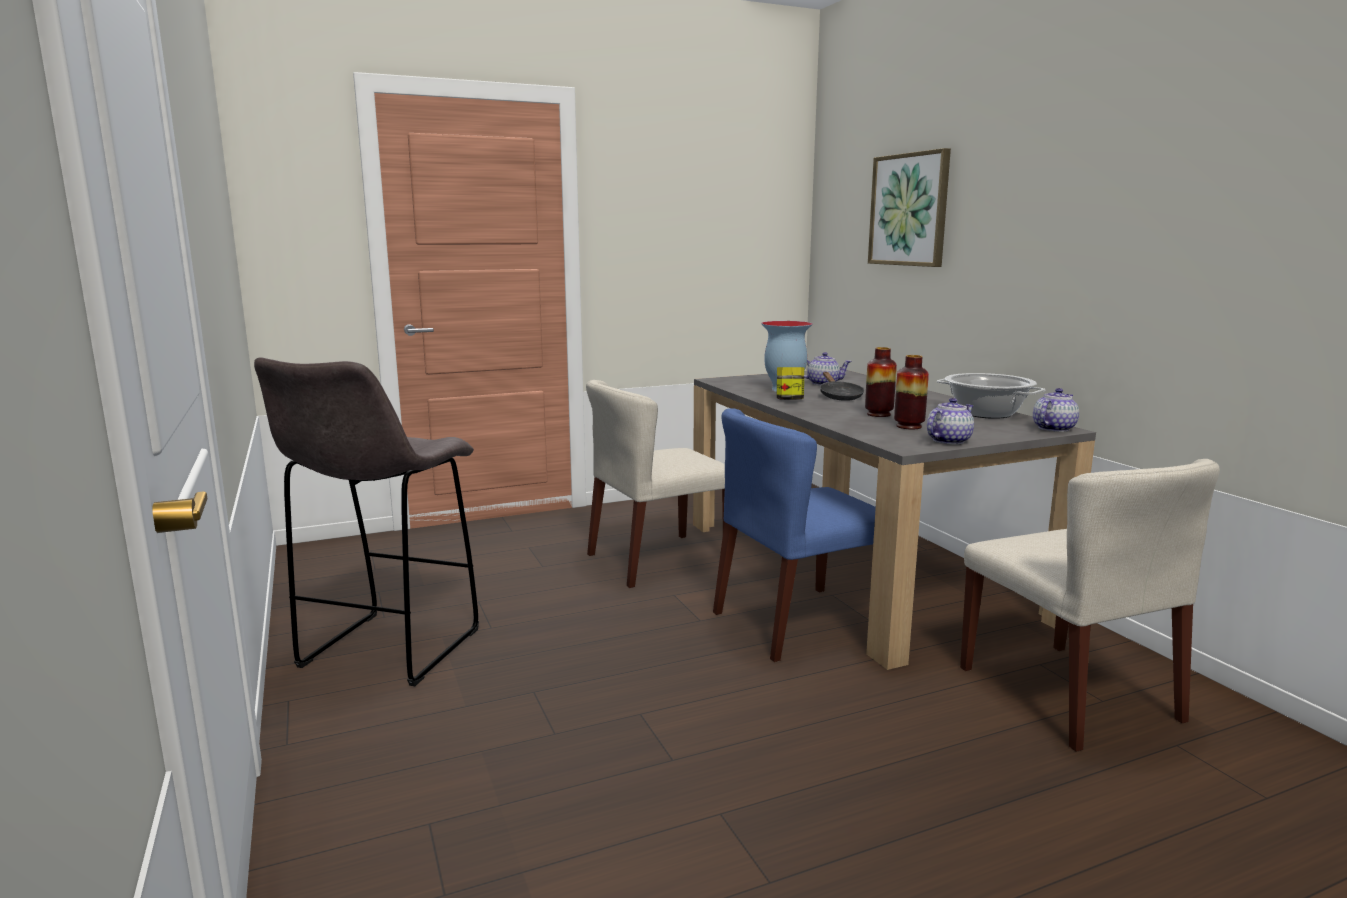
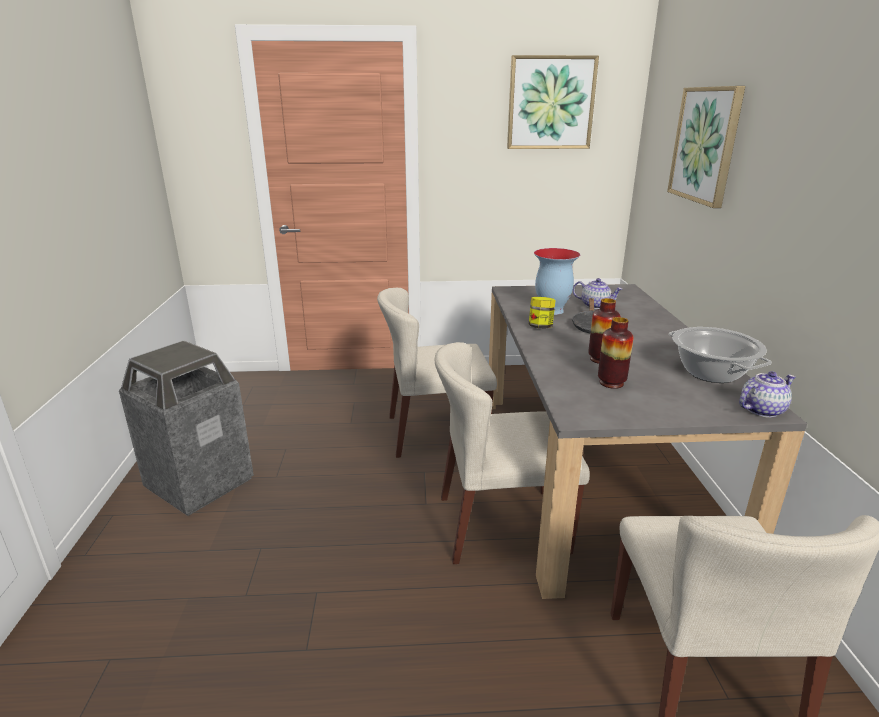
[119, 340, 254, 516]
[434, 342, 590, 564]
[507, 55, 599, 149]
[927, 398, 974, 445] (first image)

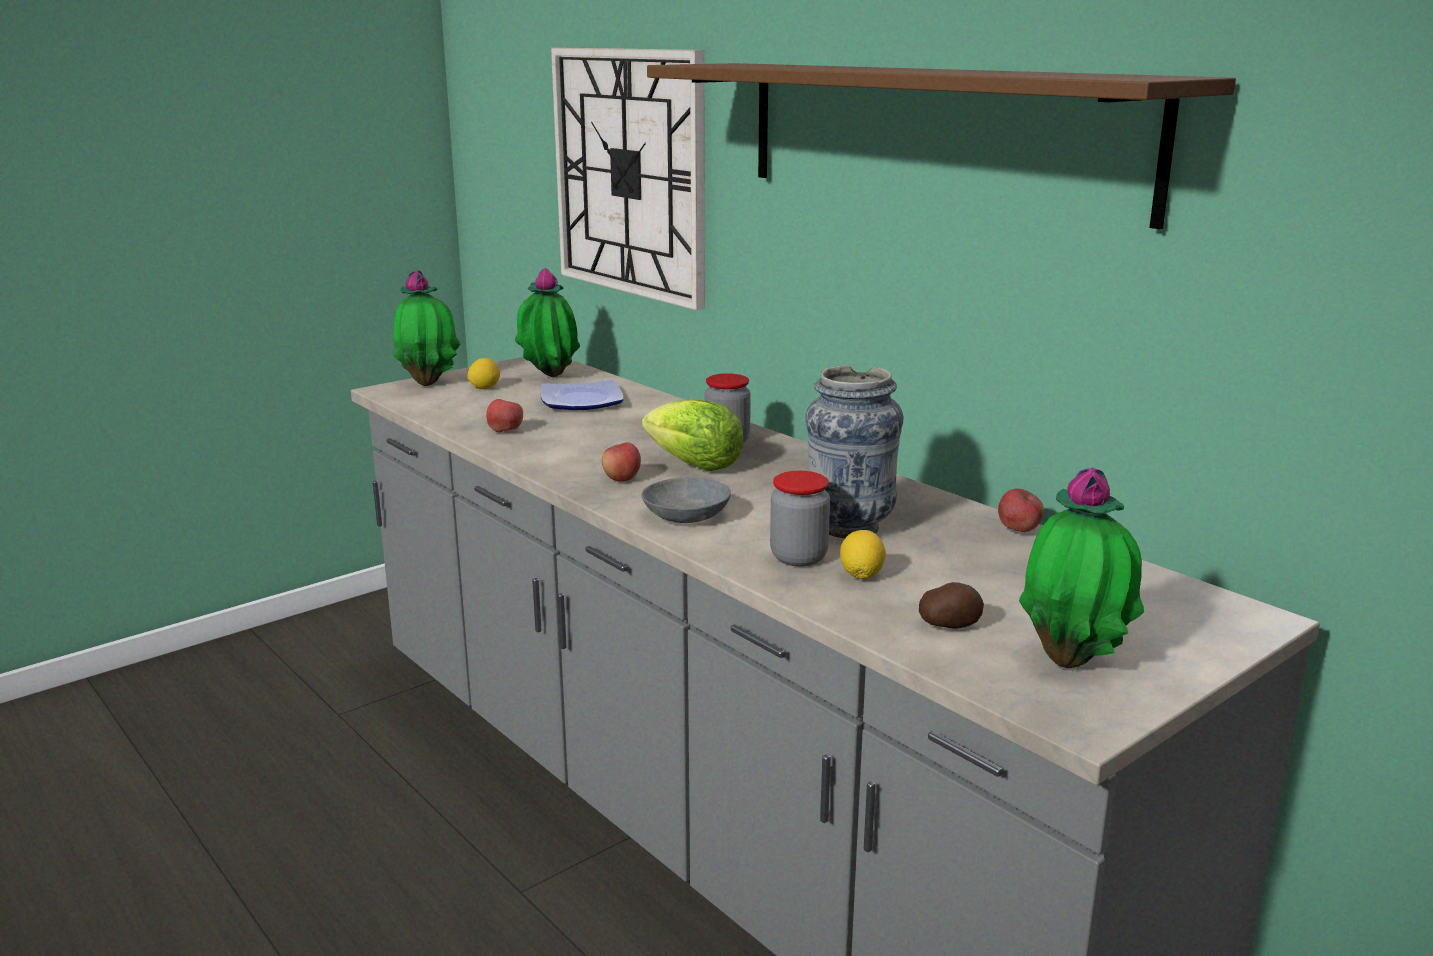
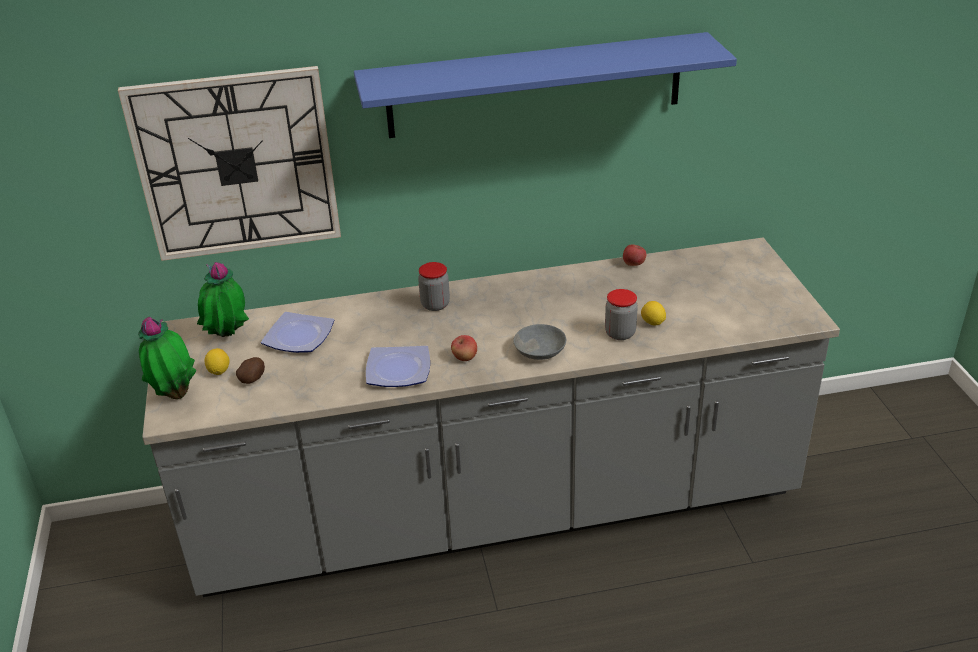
[236, 357, 265, 384]
[354, 32, 737, 138]
[366, 346, 430, 387]
[486, 399, 523, 432] (first image)
[642, 399, 744, 471] (first image)
[805, 365, 904, 539] (first image)
[1019, 467, 1144, 668] (first image)

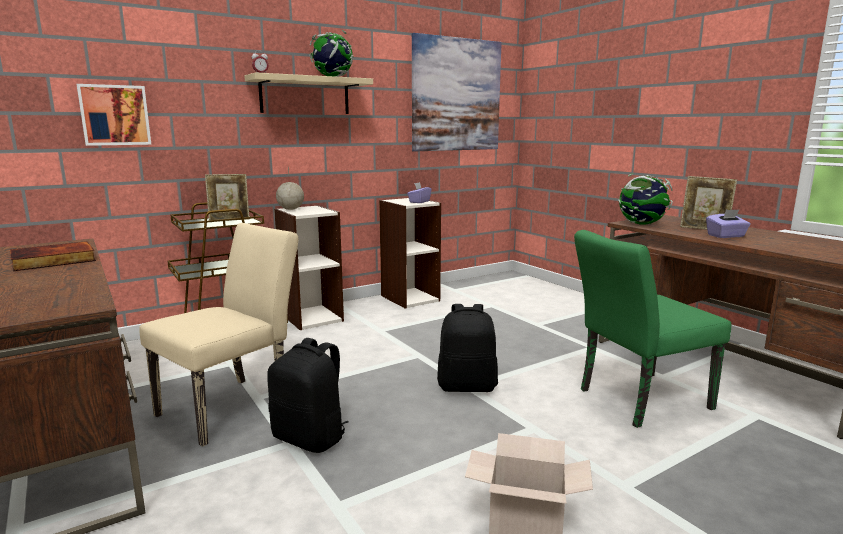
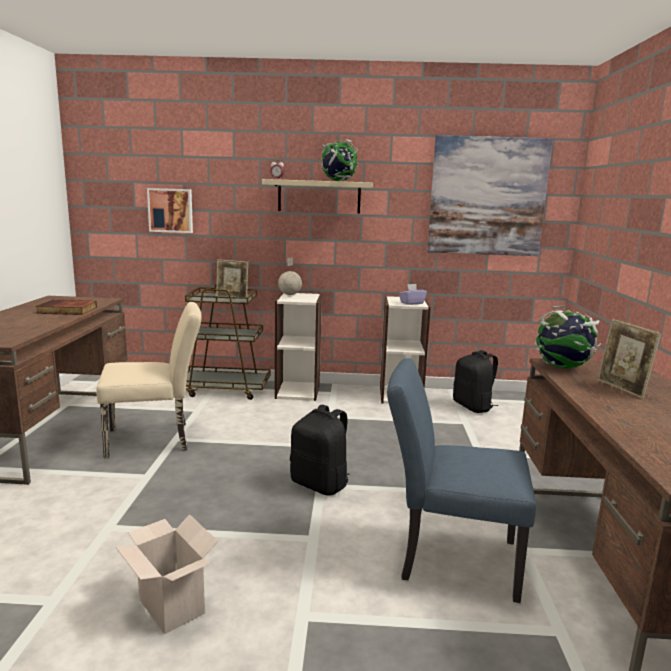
[387, 358, 536, 603]
[453, 350, 498, 413]
[706, 209, 751, 238] (first image)

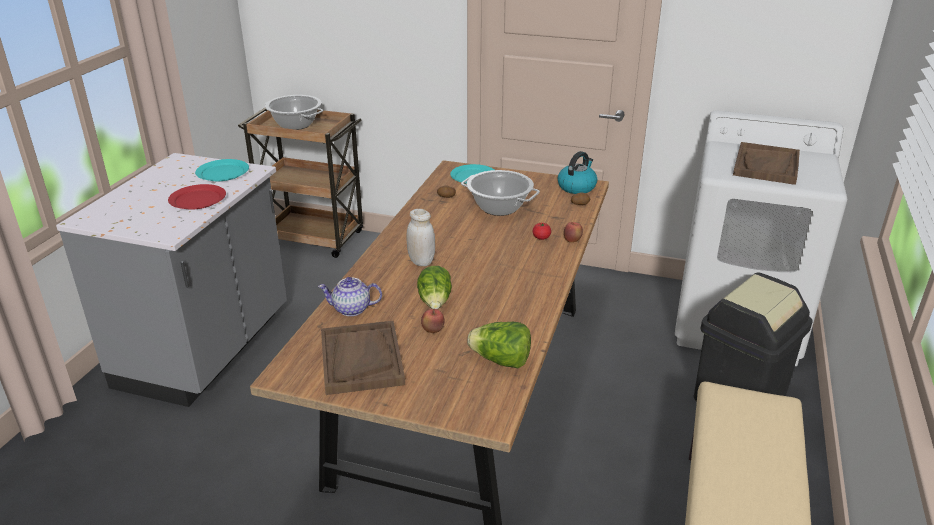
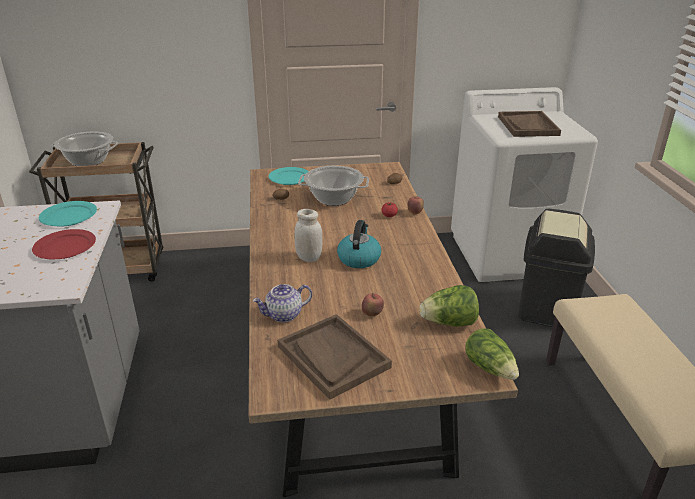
[337, 220, 381, 268]
[465, 328, 519, 380]

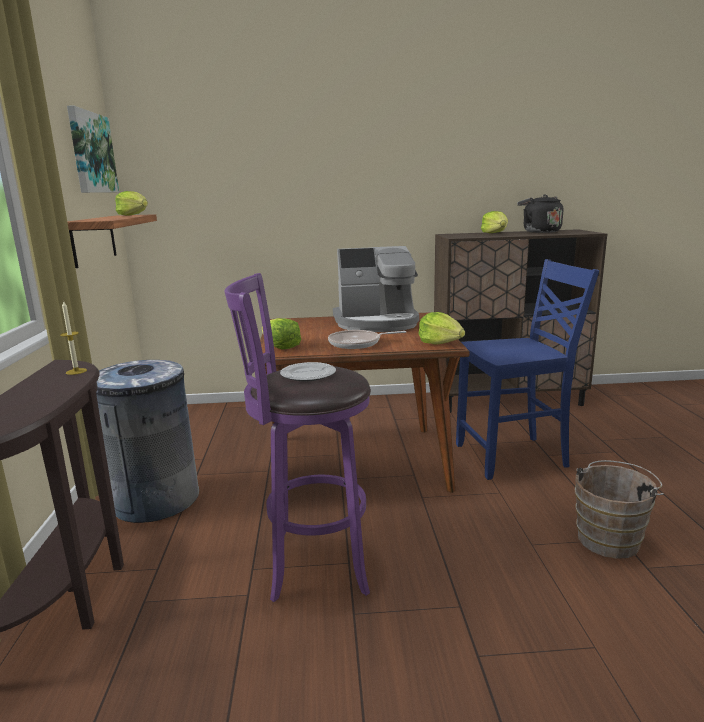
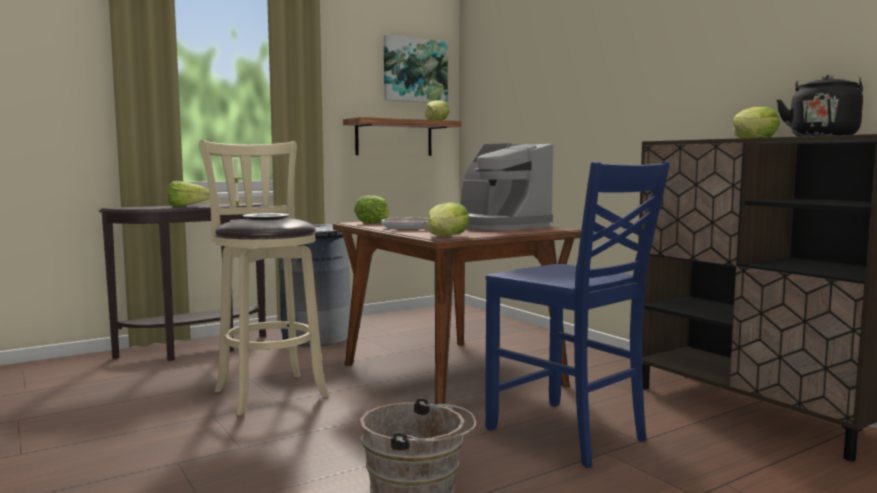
[168, 181, 210, 207]
[199, 140, 329, 416]

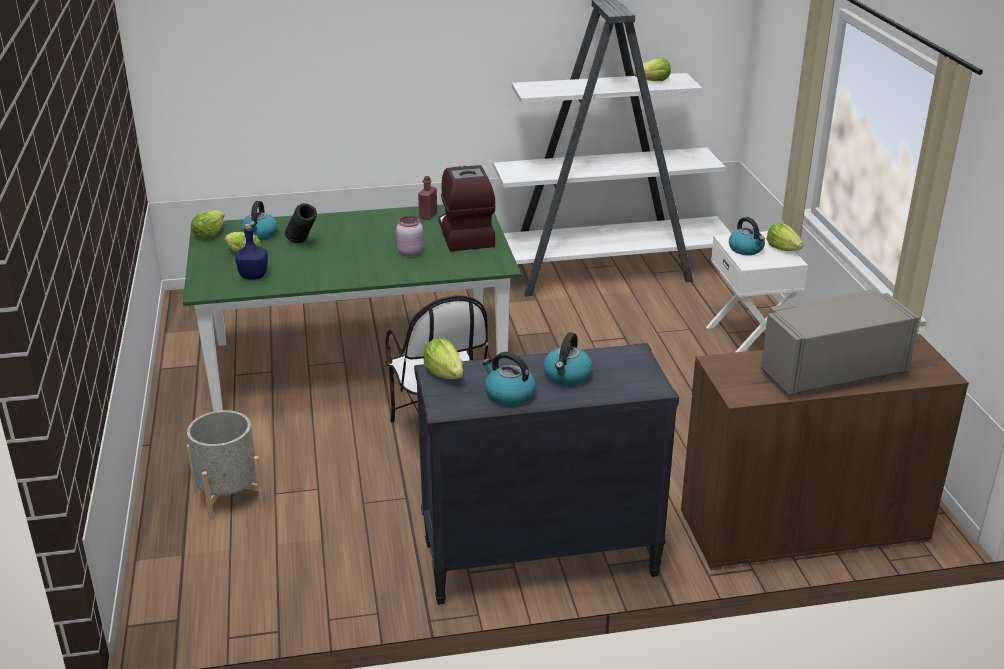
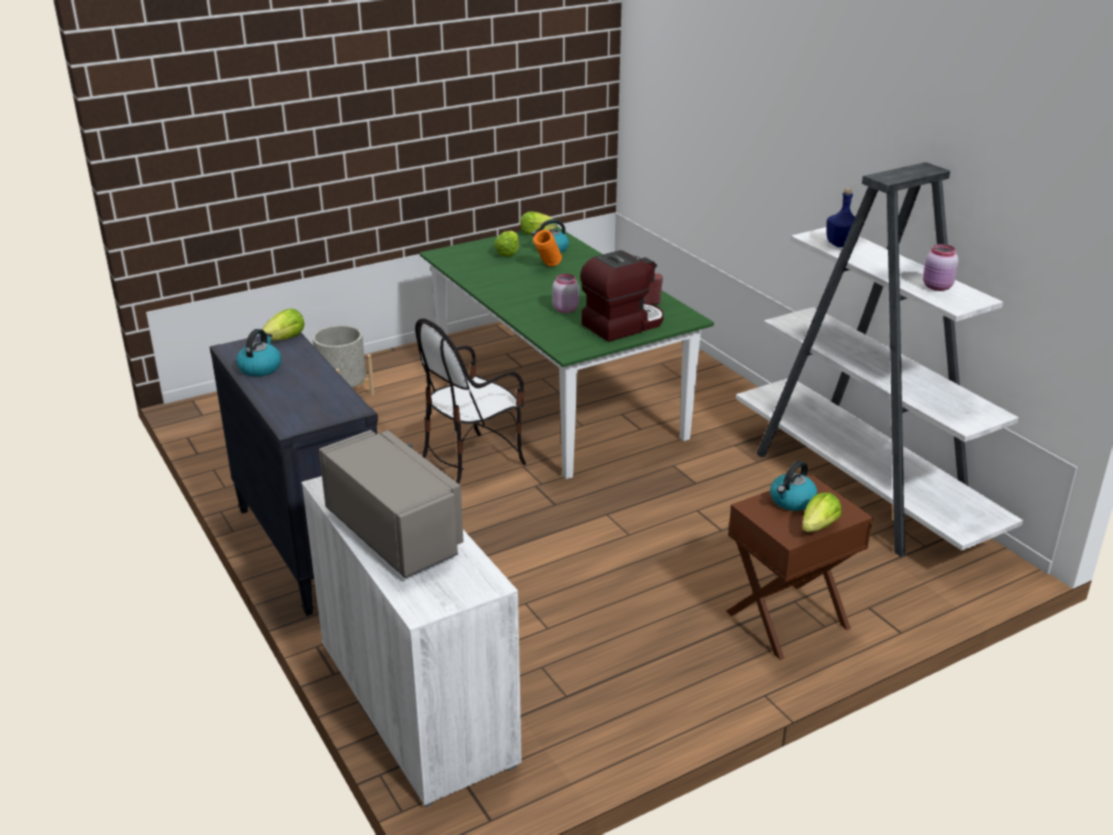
[301, 476, 522, 807]
[533, 230, 562, 266]
[726, 475, 873, 660]
[826, 188, 859, 247]
[923, 244, 959, 291]
[543, 332, 593, 386] (first image)

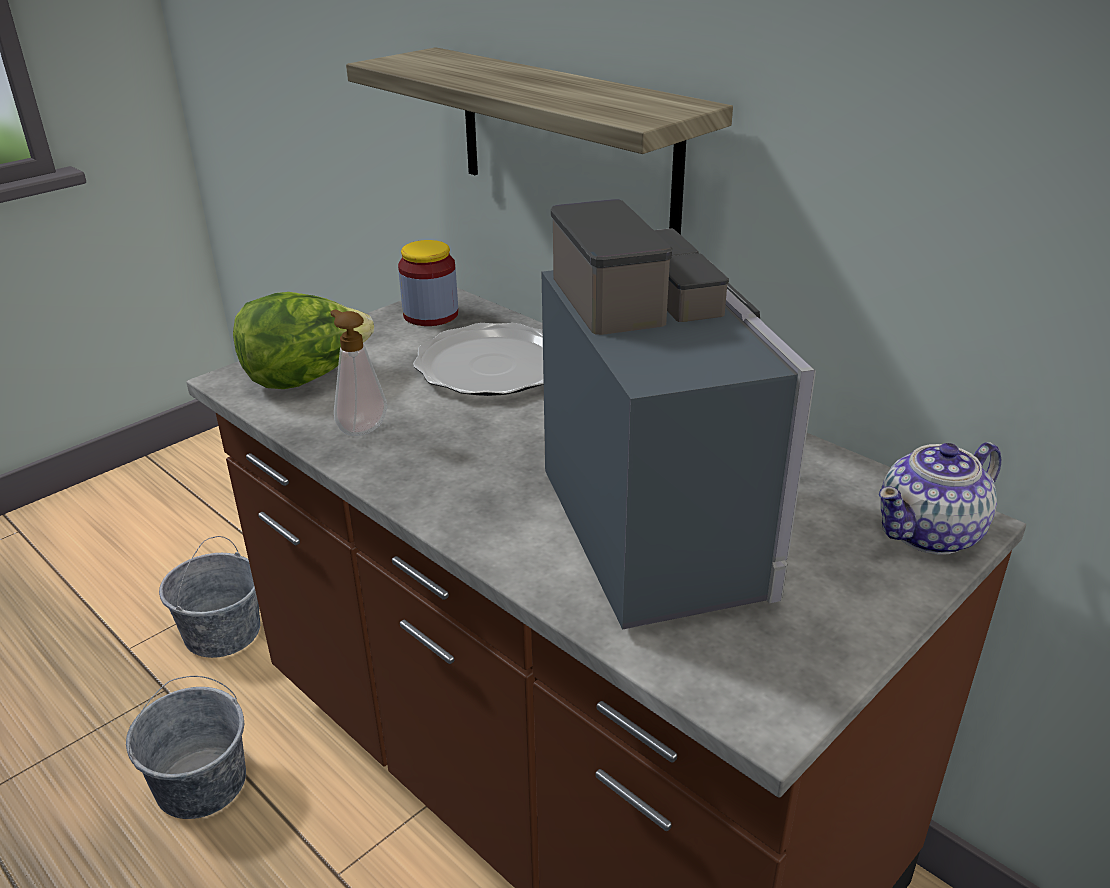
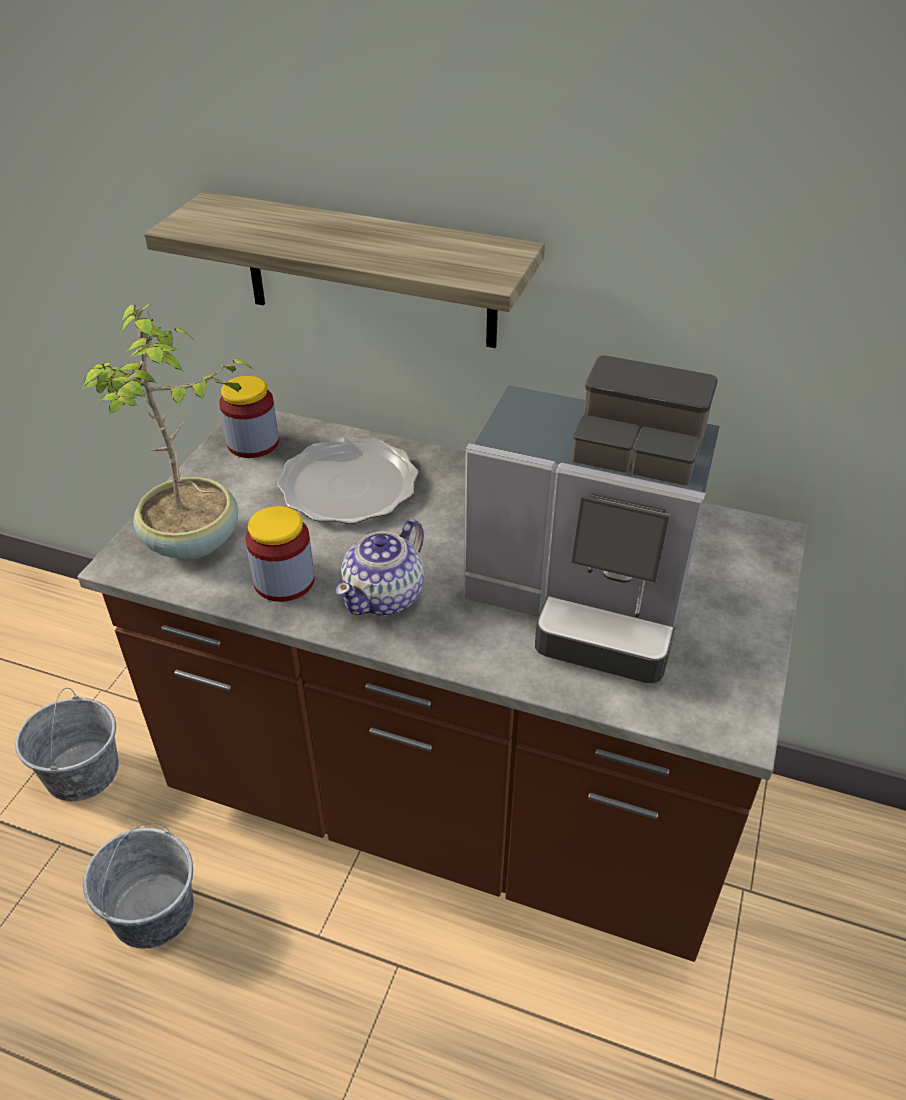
[81, 304, 253, 560]
[245, 506, 315, 602]
[336, 519, 424, 616]
[464, 355, 720, 683]

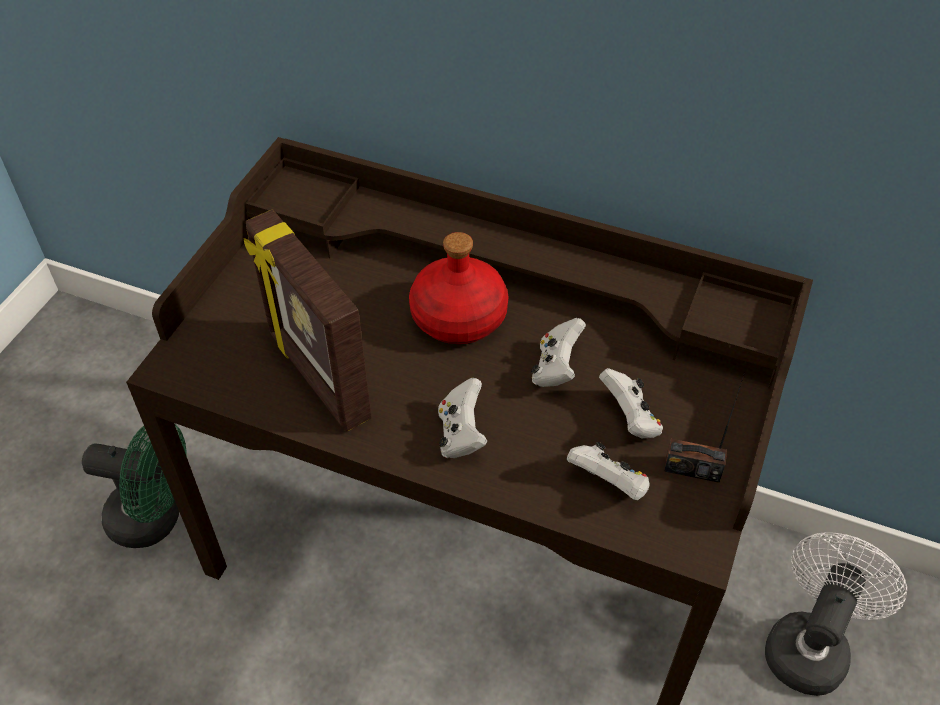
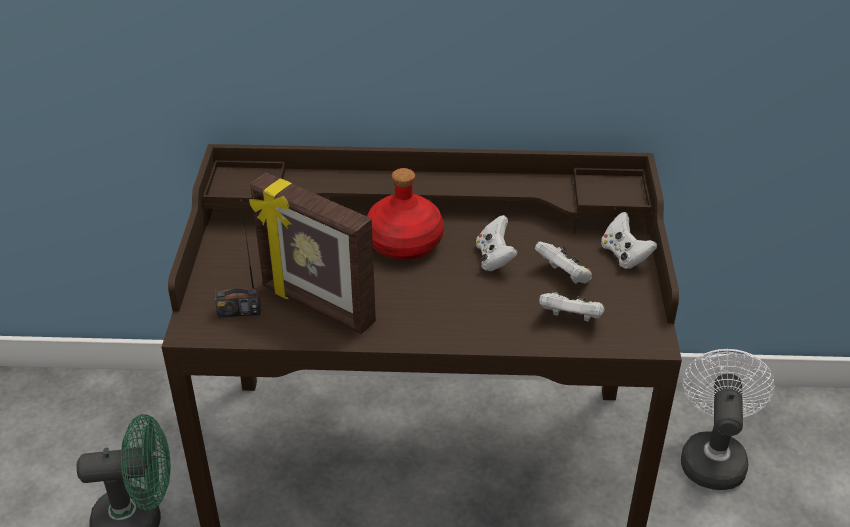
[215, 216, 261, 318]
[601, 212, 657, 269]

